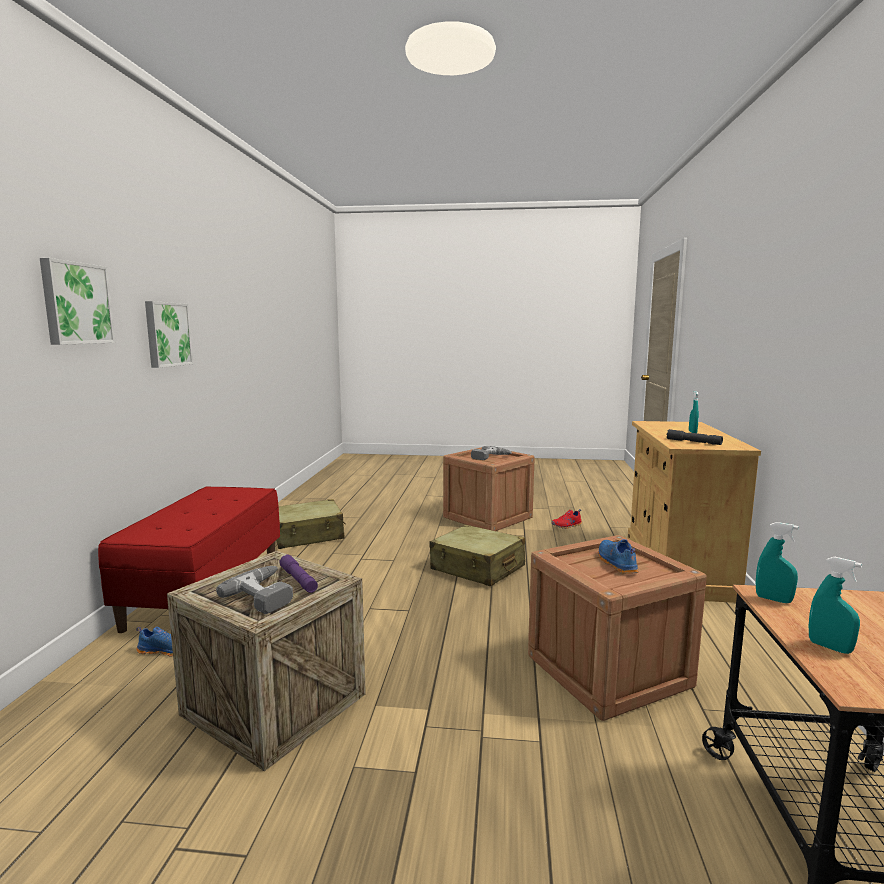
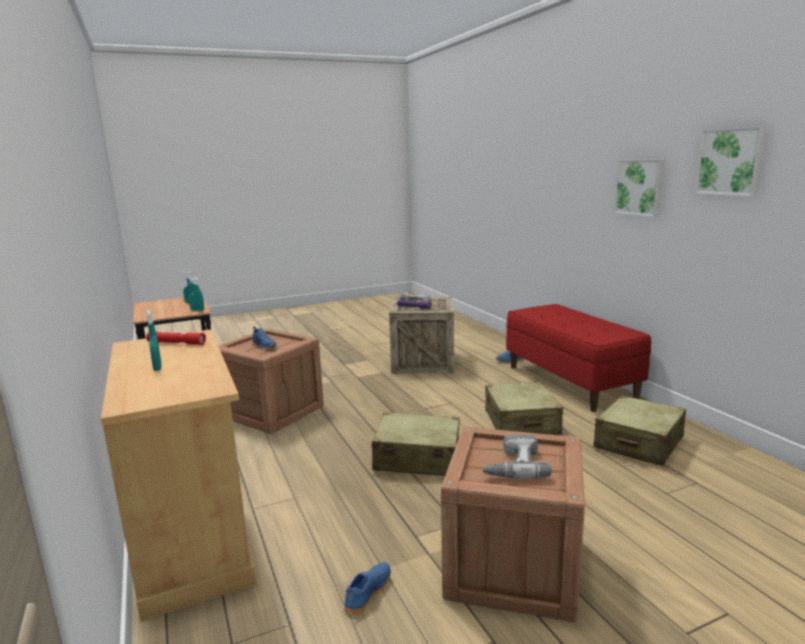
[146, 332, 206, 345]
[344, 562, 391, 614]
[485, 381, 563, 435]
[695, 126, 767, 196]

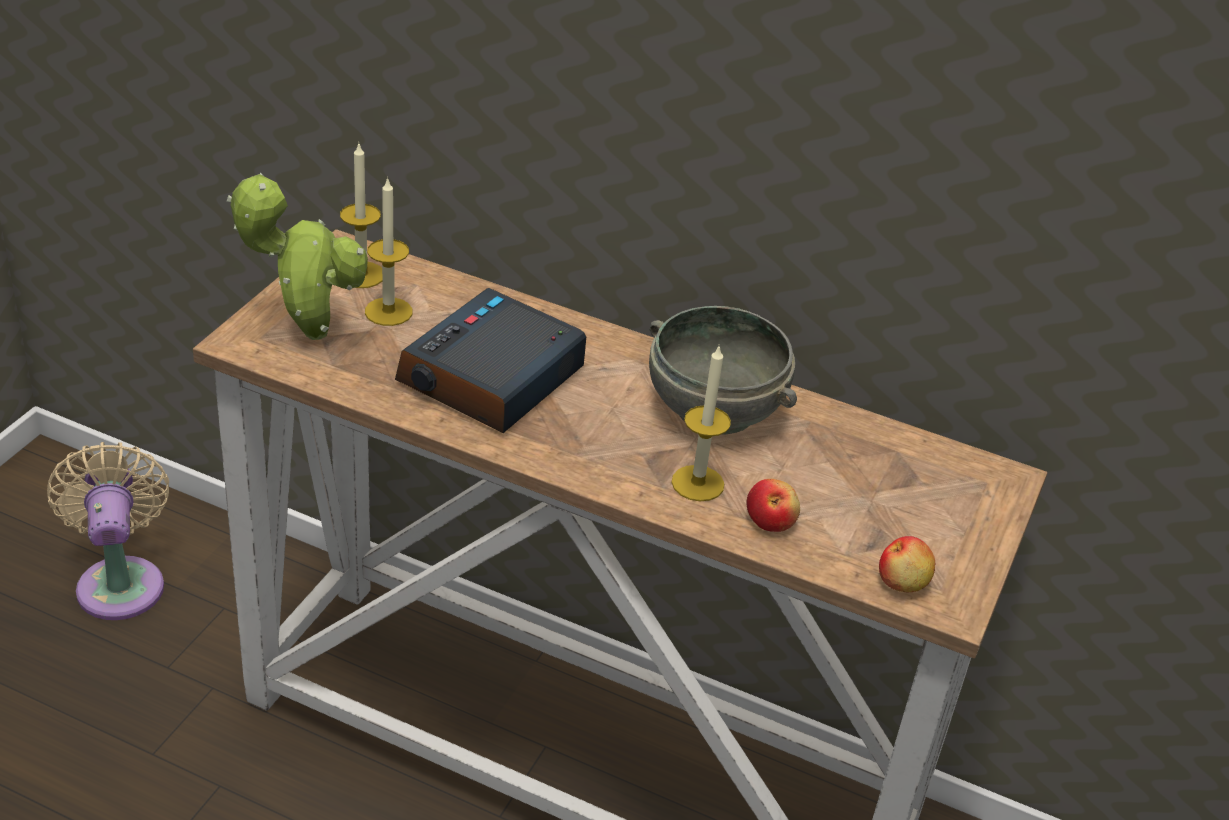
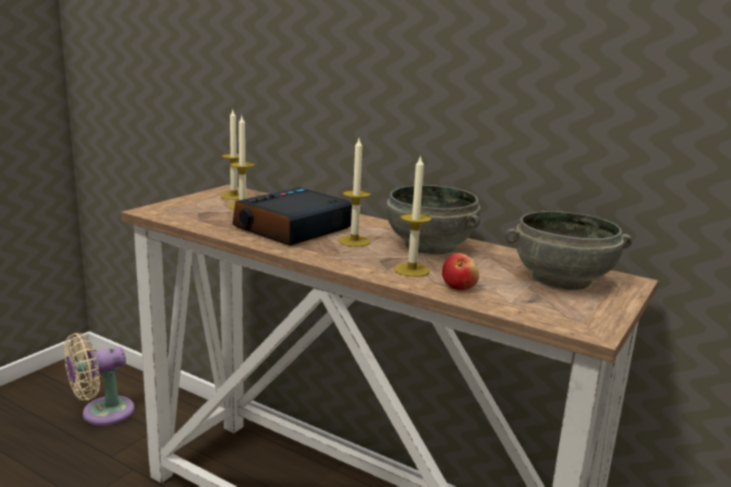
[64, 333, 134, 426]
[338, 139, 371, 247]
[504, 211, 632, 290]
[227, 173, 368, 340] (first image)
[879, 536, 935, 593] (first image)

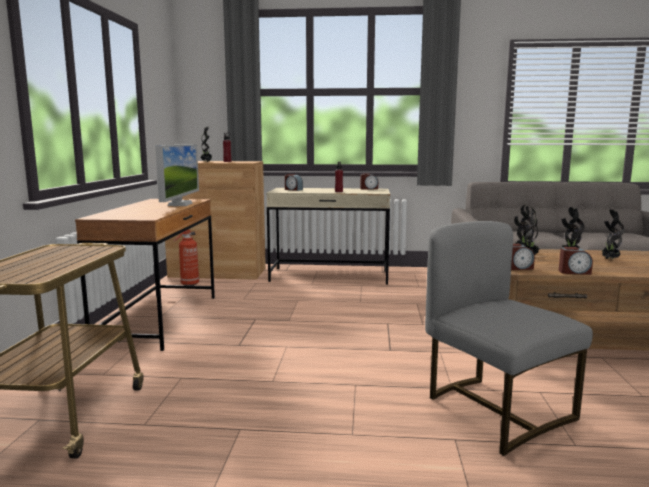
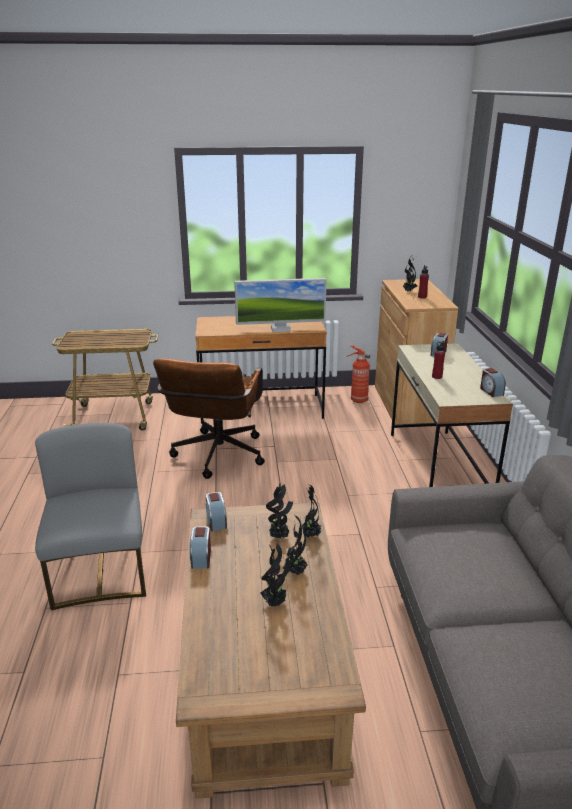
[35, 423, 146, 610]
[153, 359, 265, 479]

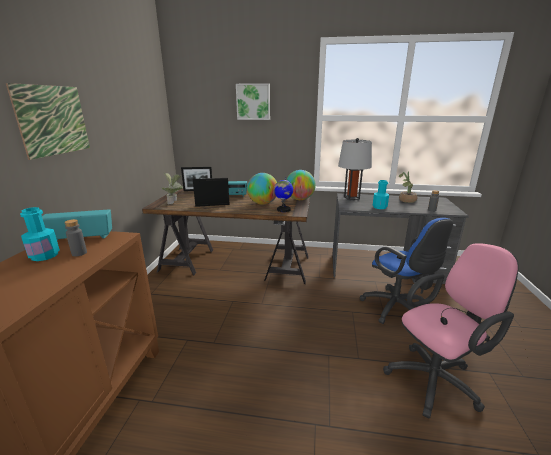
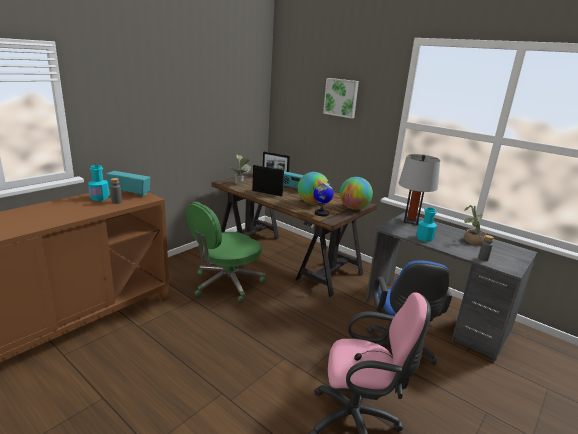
[186, 202, 266, 303]
[6, 83, 90, 160] (first image)

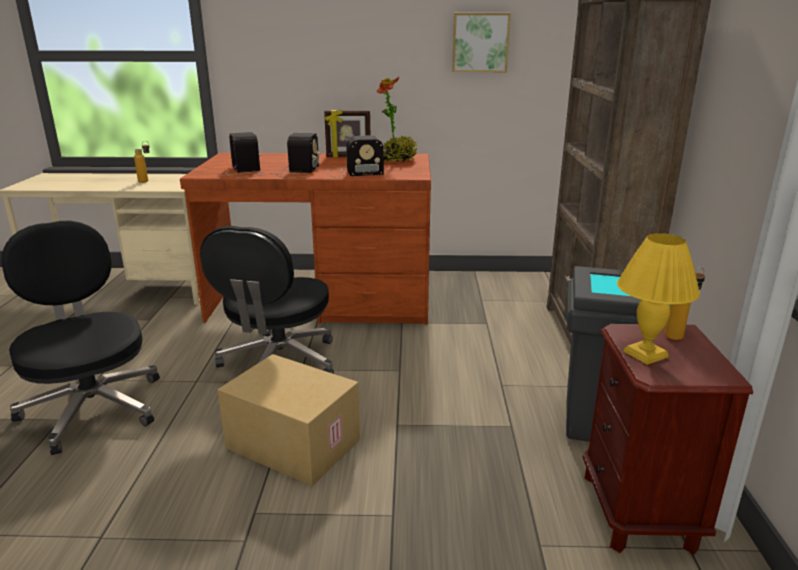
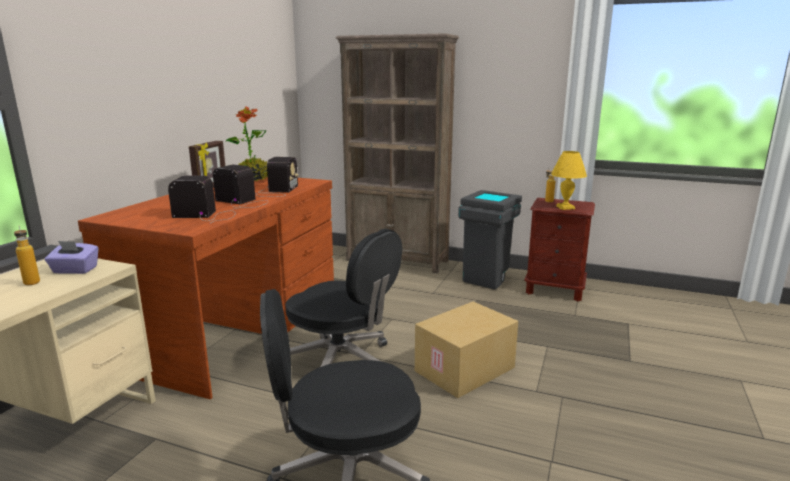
[45, 241, 98, 274]
[452, 13, 511, 72] (first image)

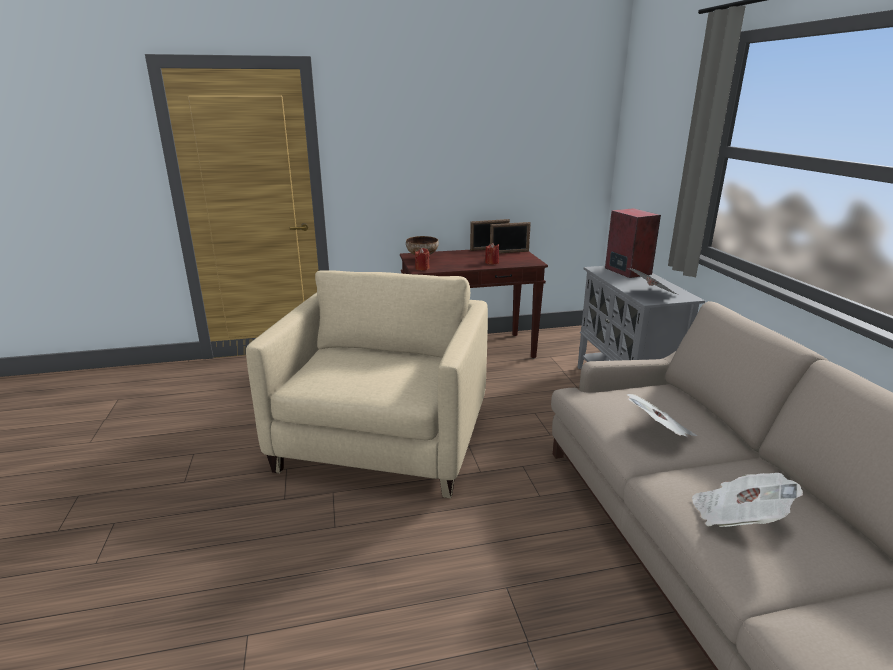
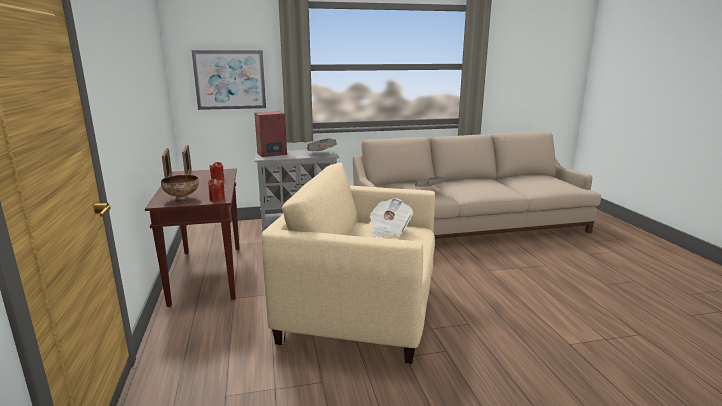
[191, 50, 266, 110]
[369, 198, 413, 237]

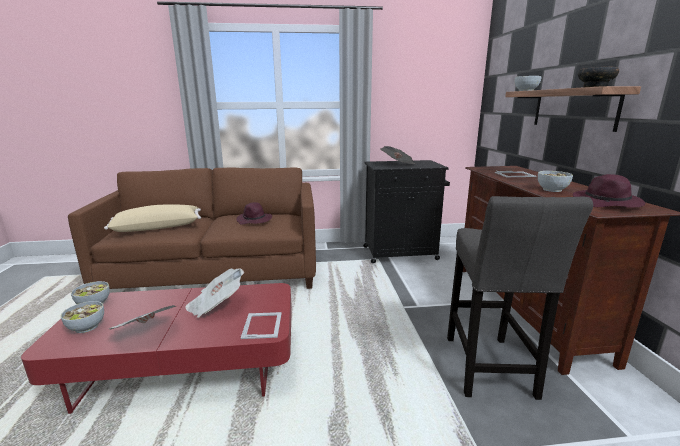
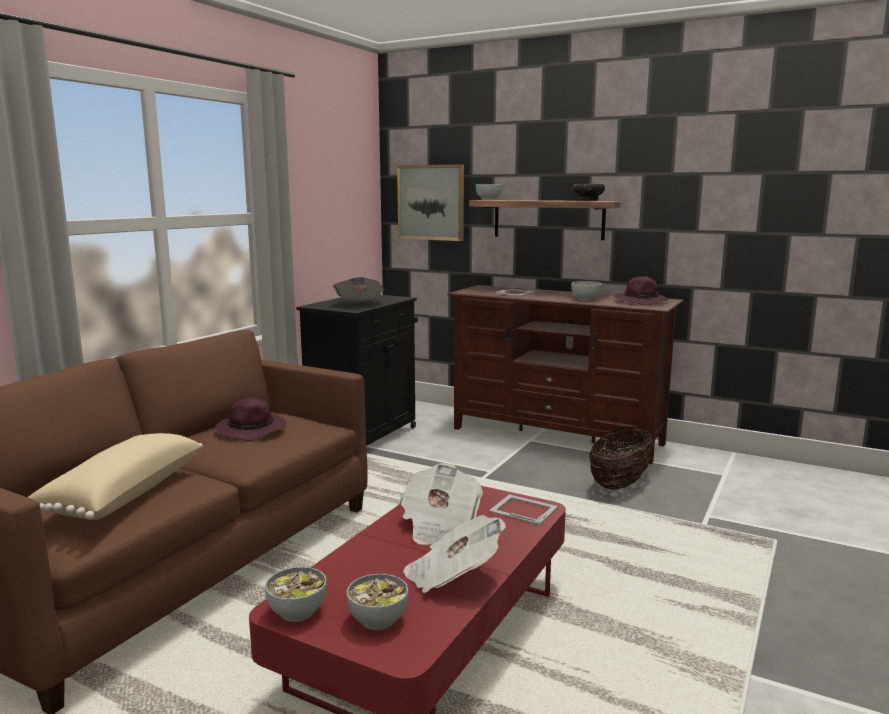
[397, 164, 464, 241]
[589, 427, 654, 490]

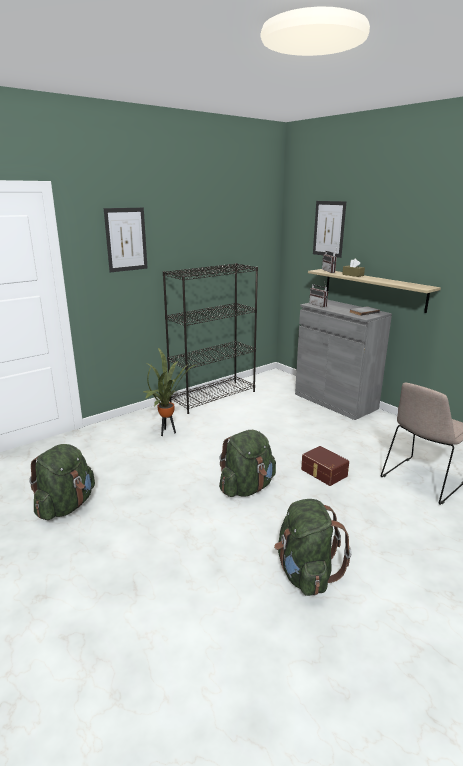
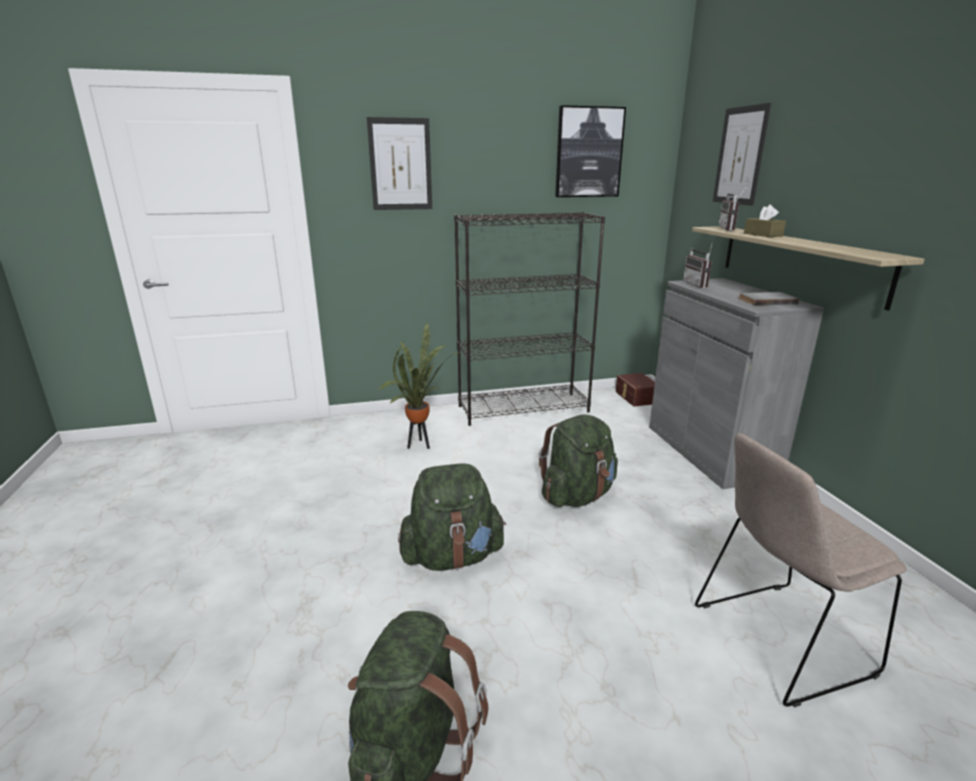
[539, 414, 618, 507]
[555, 105, 626, 197]
[616, 373, 655, 406]

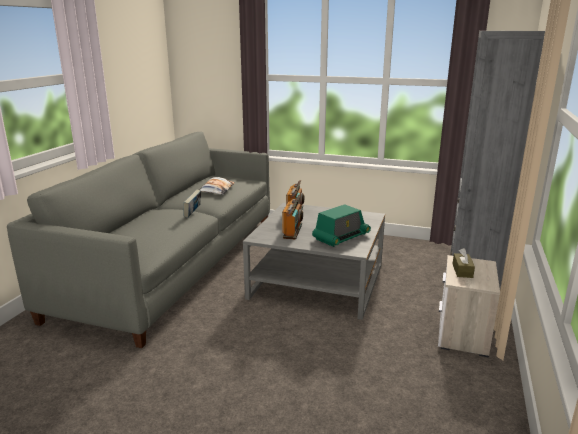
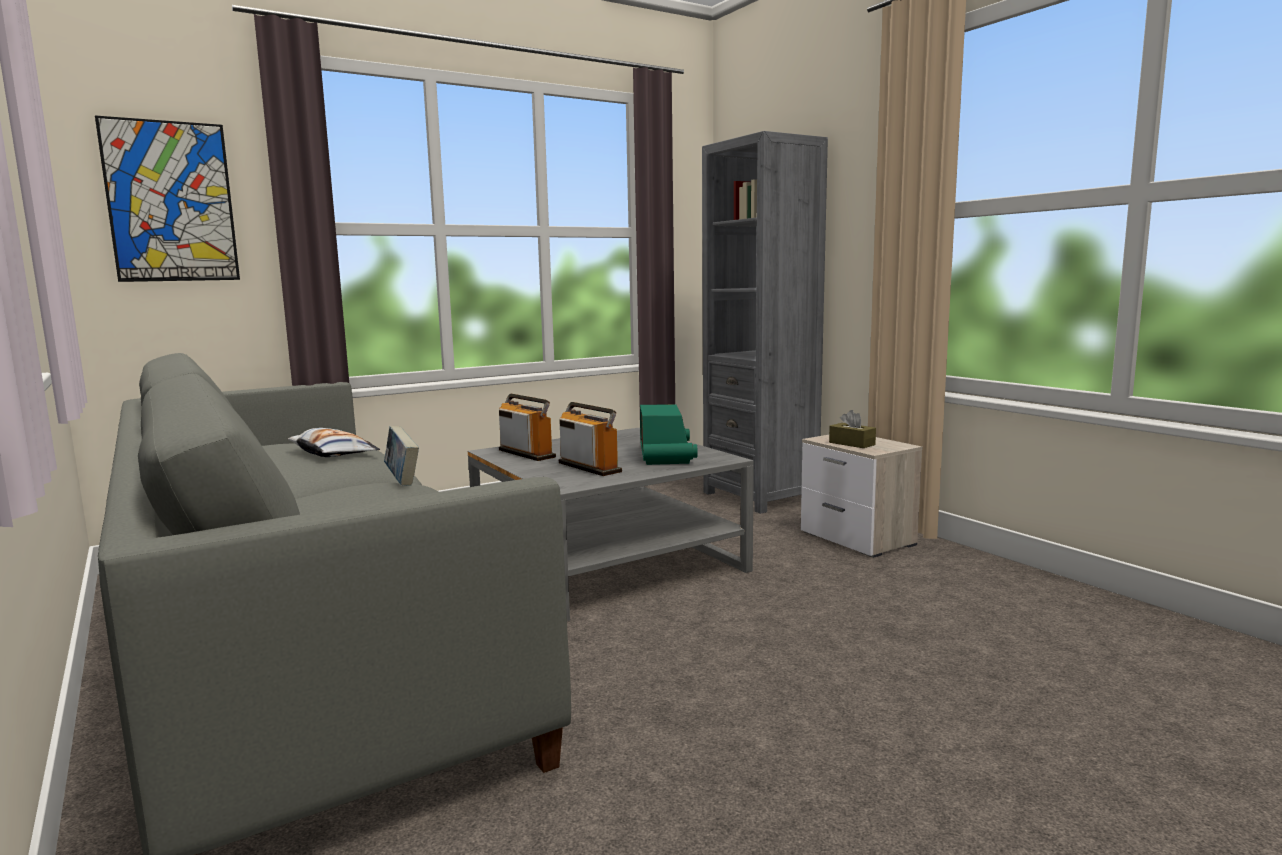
[95, 115, 240, 282]

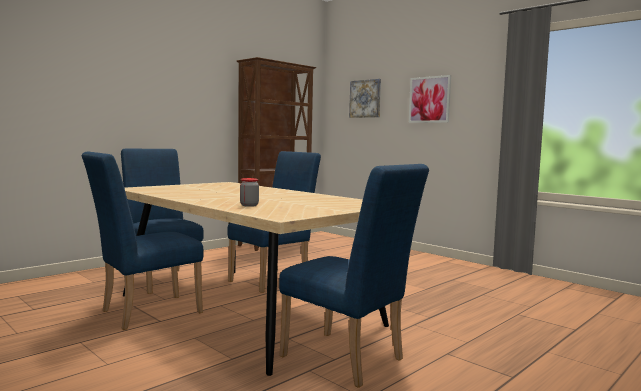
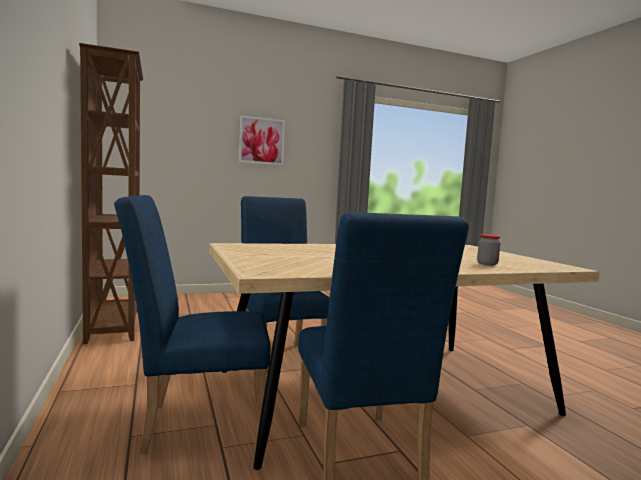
[279, 164, 429, 388] (first image)
[349, 79, 381, 118] (first image)

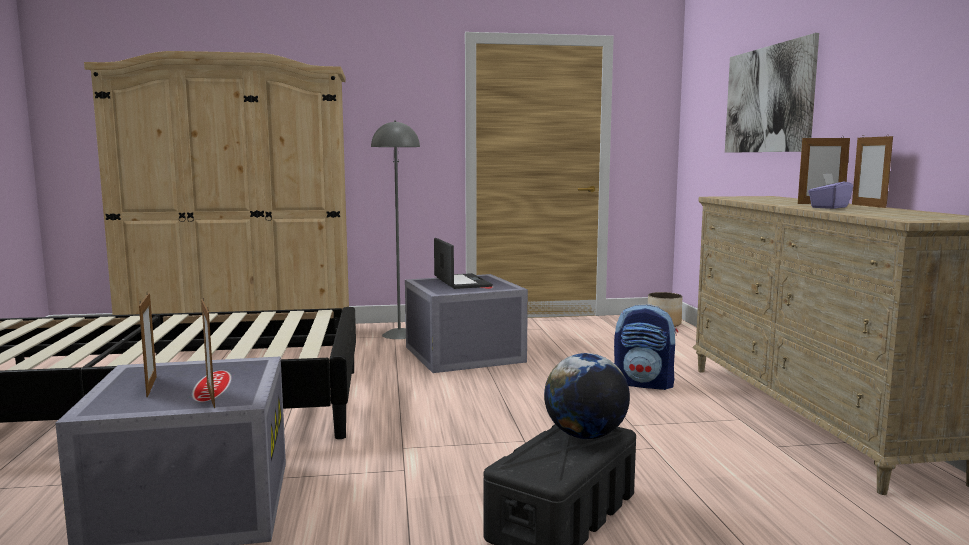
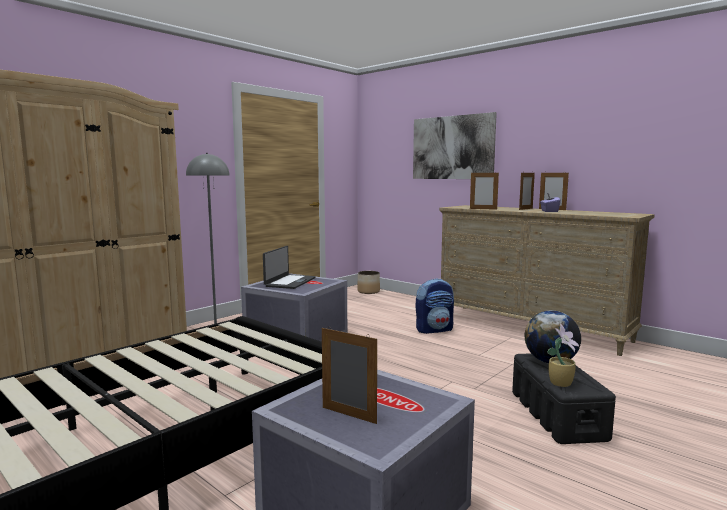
[263, 246, 316, 289]
[470, 172, 499, 210]
[547, 324, 579, 387]

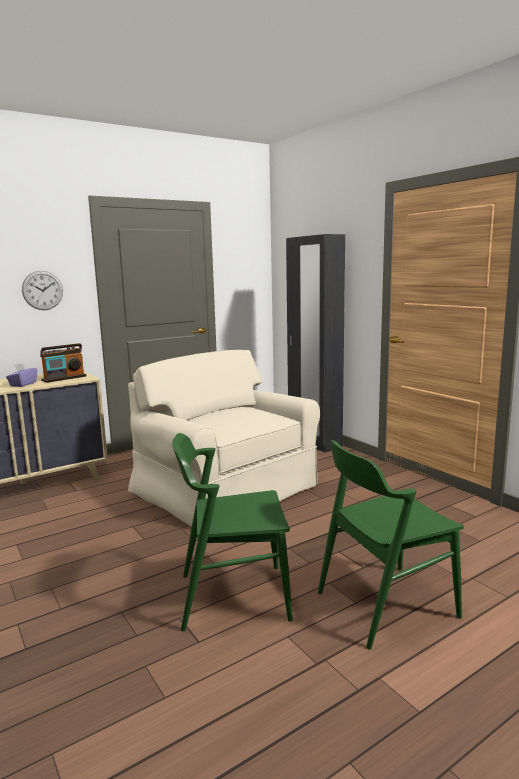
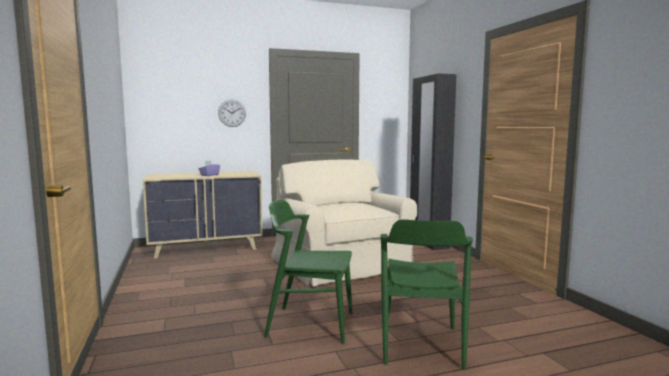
[380, 219, 473, 370]
[40, 343, 86, 383] (first image)

